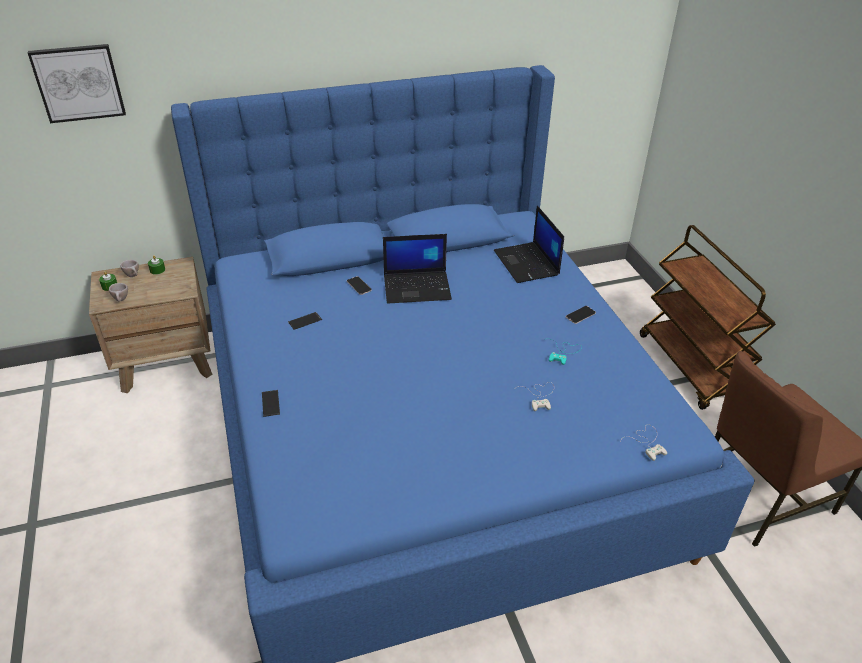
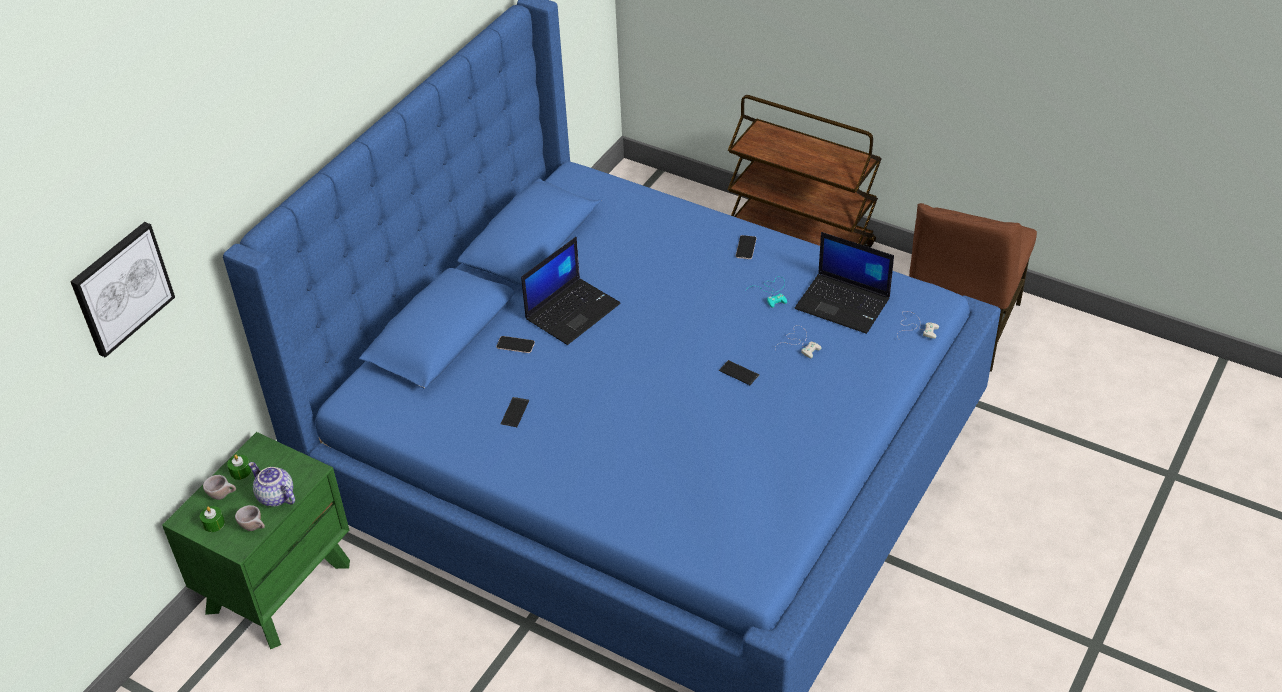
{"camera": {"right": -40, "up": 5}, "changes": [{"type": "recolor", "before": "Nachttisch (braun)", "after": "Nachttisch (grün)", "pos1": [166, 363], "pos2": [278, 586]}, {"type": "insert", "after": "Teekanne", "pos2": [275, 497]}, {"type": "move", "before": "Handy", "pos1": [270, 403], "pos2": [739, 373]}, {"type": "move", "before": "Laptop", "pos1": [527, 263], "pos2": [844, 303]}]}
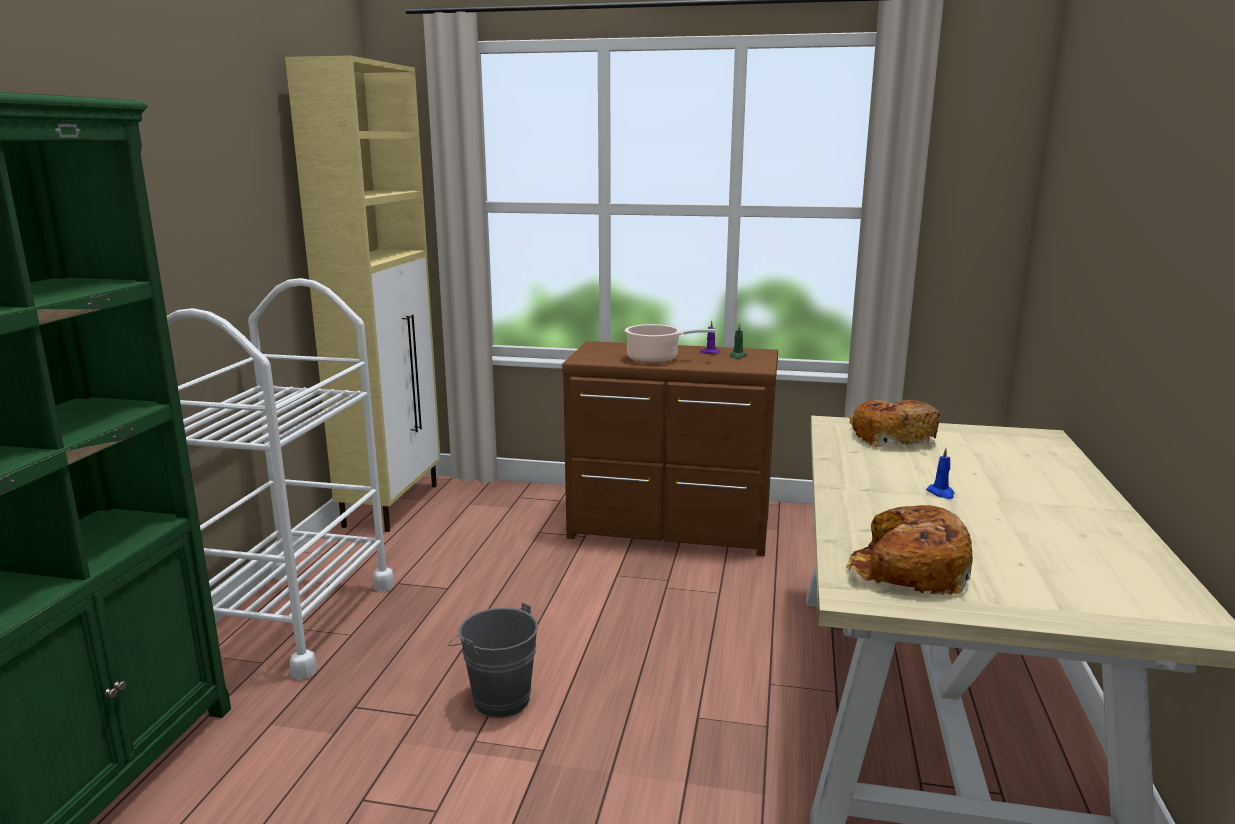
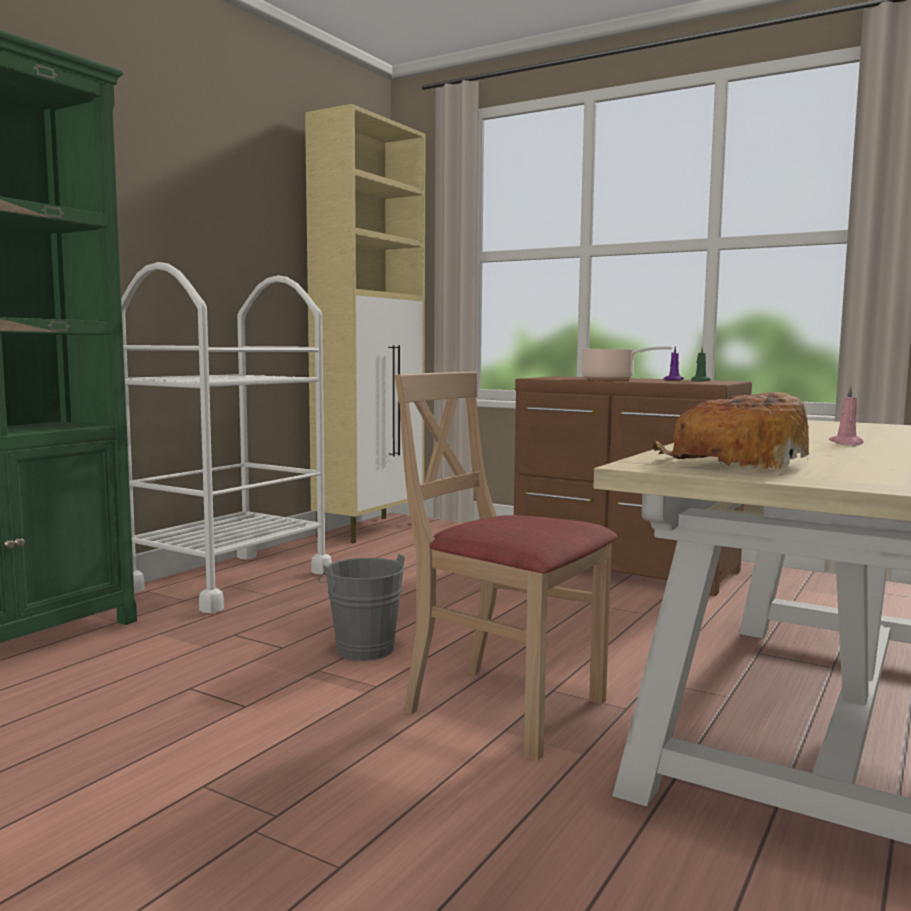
{"camera": {"right": 20, "up": -10}, "changes": [{"type": "insert", "after": "Stuhl (beige)", "pos2": [505, 708]}, {"type": "recolor", "before": "Kerze (blau)", "after": "Kerze (rosa)", "pos1": [941, 493], "pos2": [847, 443]}, {"type": "delete", "before": "Brot", "pos1": [891, 437]}]}
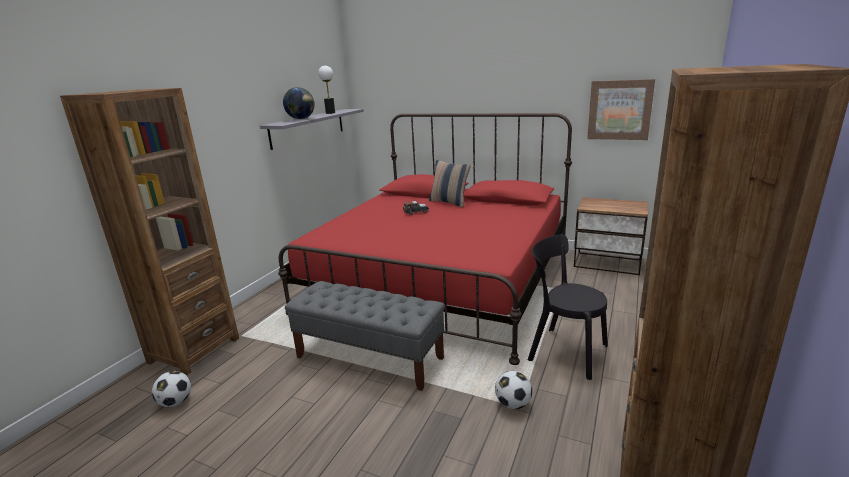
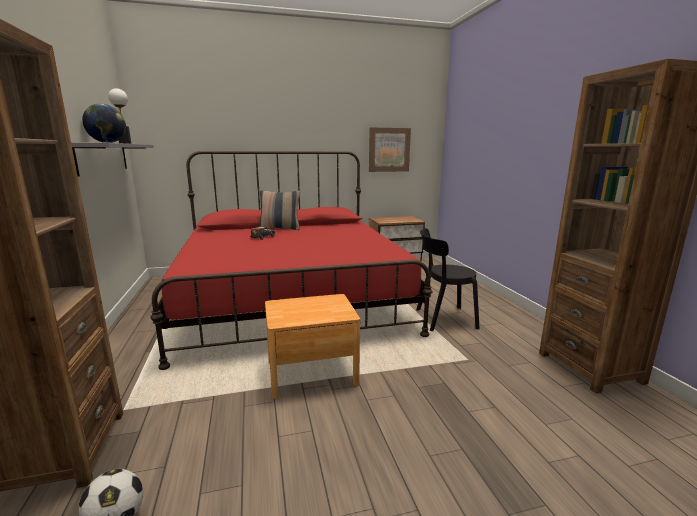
{"camera": {"right": -40, "up": -5}, "changes": [{"type": "replace", "before": "Bank (grau)", "after": "Nachttisch (braun)", "pos1": [370, 357], "pos2": [311, 372]}, {"type": "delete", "before": "Fußball", "pos1": [513, 404]}]}
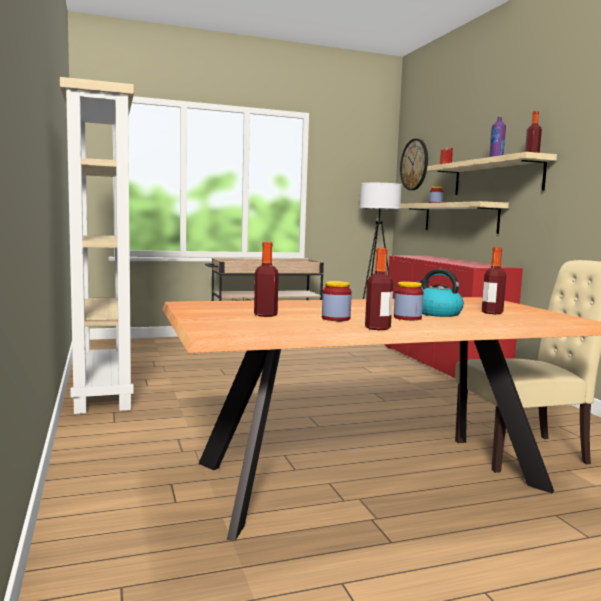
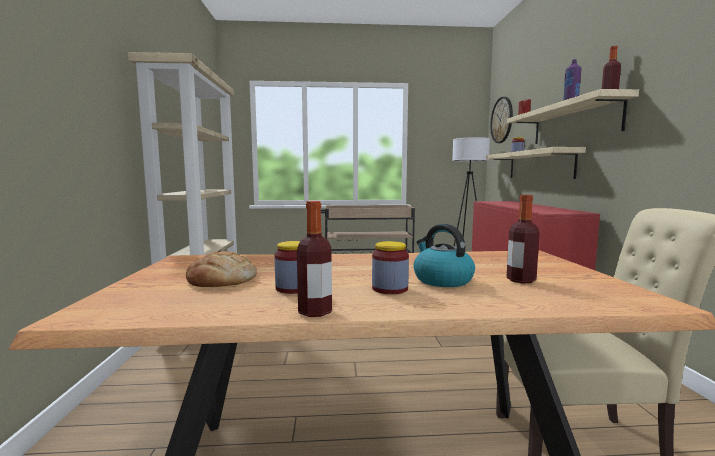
{"camera": {"right": 15, "up": 0}, "changes": [{"type": "replace", "before": "Flasche", "after": "Brot", "pos1": [265, 315], "pos2": [222, 279]}]}
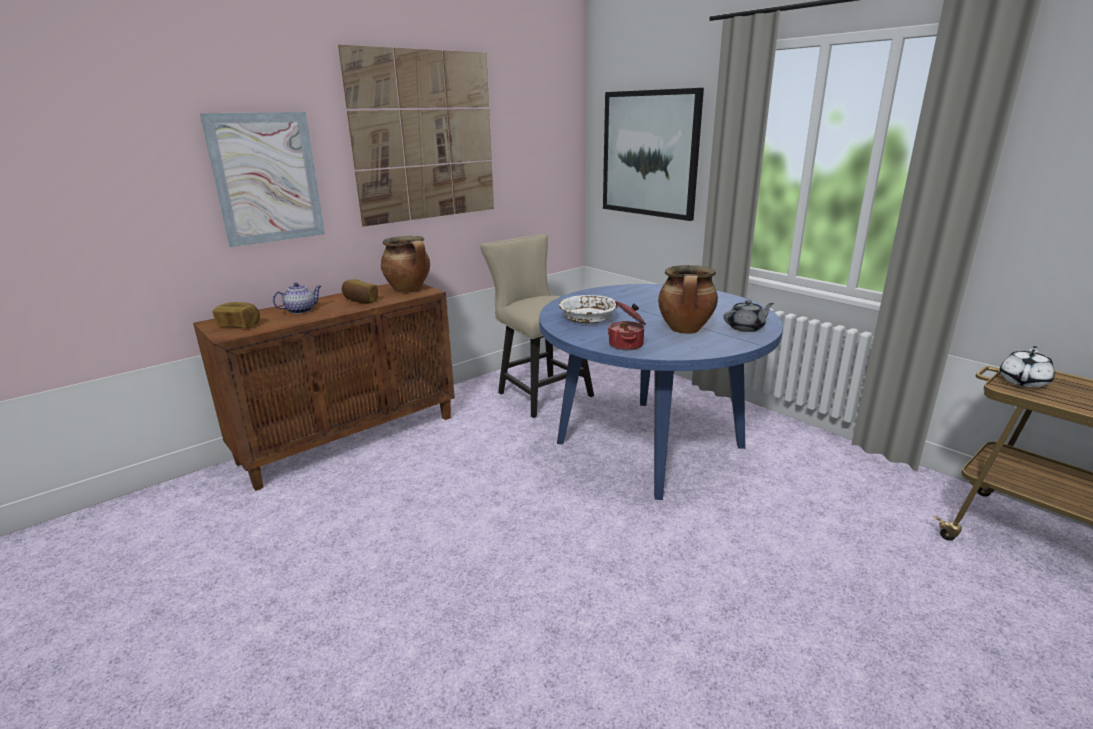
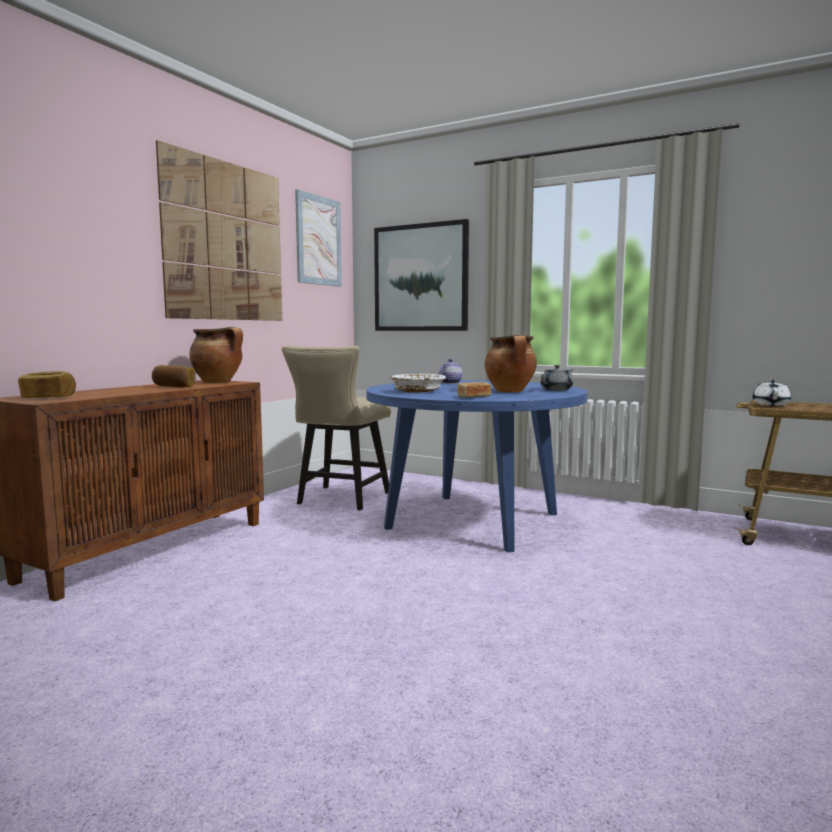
{"camera": {"right": -20, "up": -15}, "changes": [{"type": "rotate", "before": "Stuhl (beige)", "pos1": [540, 393], "pos2": [340, 500], "turn": -105}, {"type": "move", "before": "Bild", "pos1": [267, 178], "pos2": [318, 240]}, {"type": "move", "before": "Teekanne", "pos1": [301, 310], "pos2": [449, 383]}, {"type": "replace", "before": "Kochtopf", "after": "Brot", "pos1": [627, 345], "pos2": [473, 397]}]}
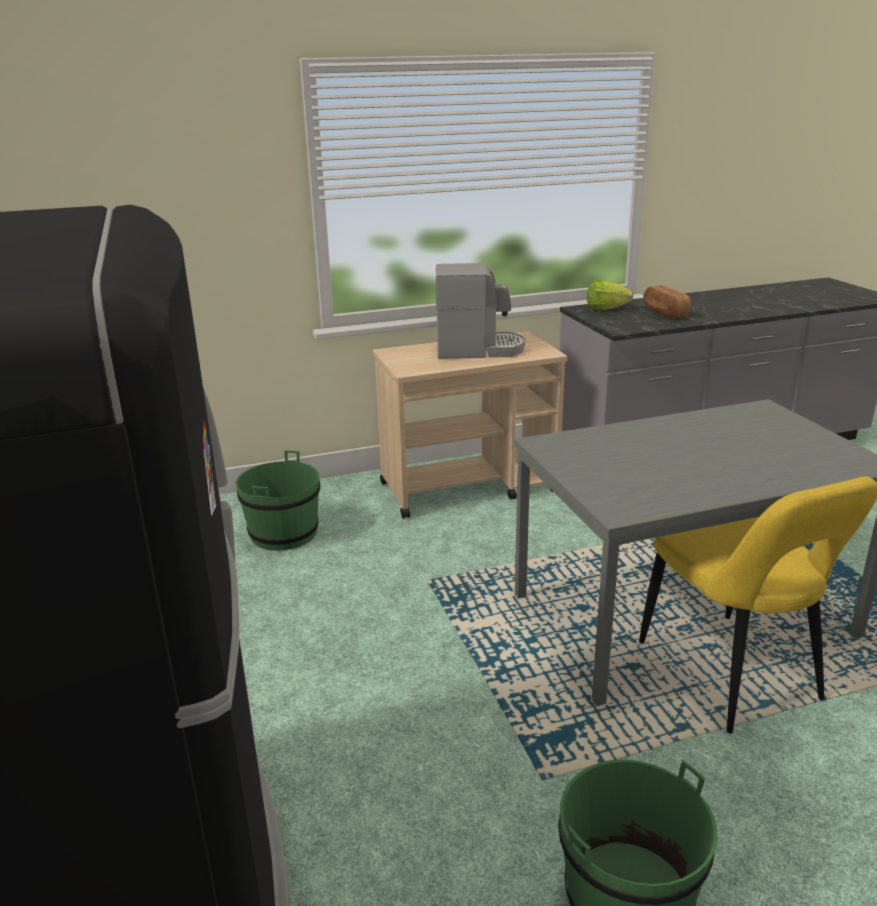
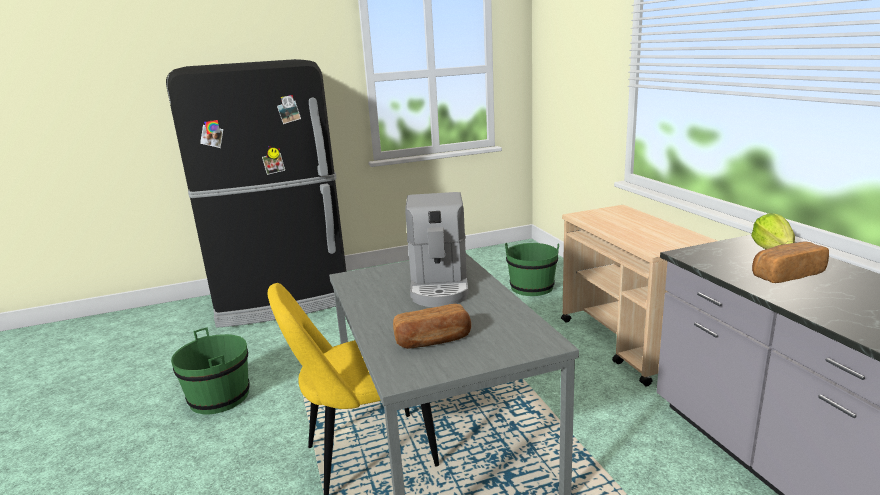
{"camera": {"right": 90, "up": -5}, "changes": [{"type": "insert", "after": "Brot", "pos2": [433, 340]}, {"type": "move", "before": "Kaffeemaschine", "pos1": [478, 349], "pos2": [439, 286]}]}
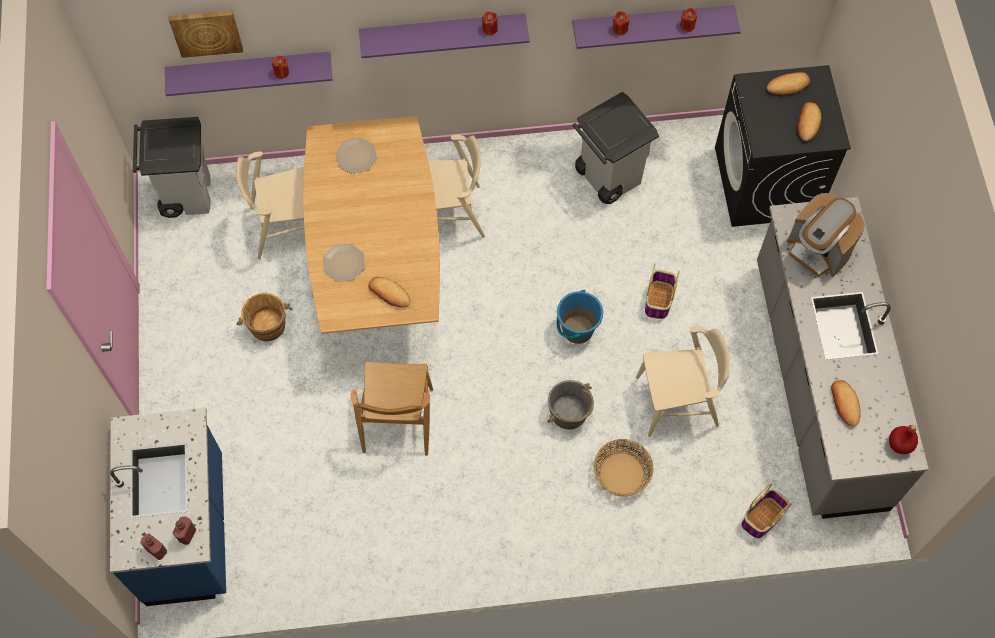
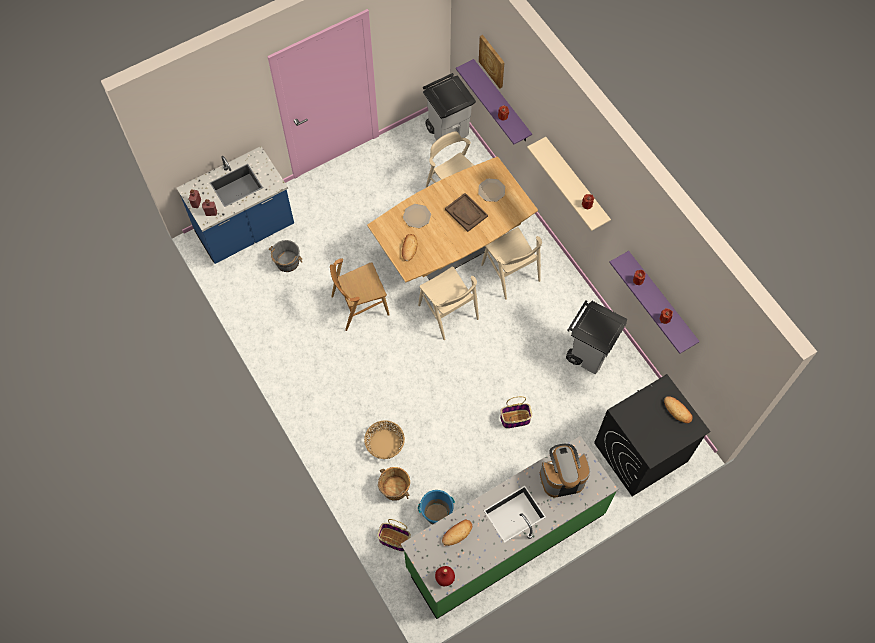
{"camera": {"right": 65, "up": 0}, "changes": [{"type": "move", "before": "Eimer (grau)", "pos1": [569, 413], "pos2": [287, 262]}, {"type": "move", "before": "Eimer (braun)", "pos1": [268, 326], "pos2": [394, 488]}, {"type": "recolor", "before": "Küchenzeile (grau)", "after": "Küchenzeile (grün)", "pos1": [817, 384], "pos2": [505, 540]}, {"type": "move", "before": "Stuhl (beige)", "pos1": [677, 402], "pos2": [448, 312]}, {"type": "move", "before": "Eimer (blau)", "pos1": [577, 329], "pos2": [436, 514]}, {"type": "insert", "after": "Tablett (braun)", "pos2": [466, 213]}, {"type": "recolor", "before": "Wandregal (lila)", "after": "Wandregal (beige)", "pos1": [443, 32], "pos2": [576, 183]}, {"type": "rotate", "before": "Kaffeemaschine", "pos1": [818, 251], "pos2": [562, 477], "turn": 60}, {"type": "delete", "before": "Brot", "pos1": [807, 123]}]}
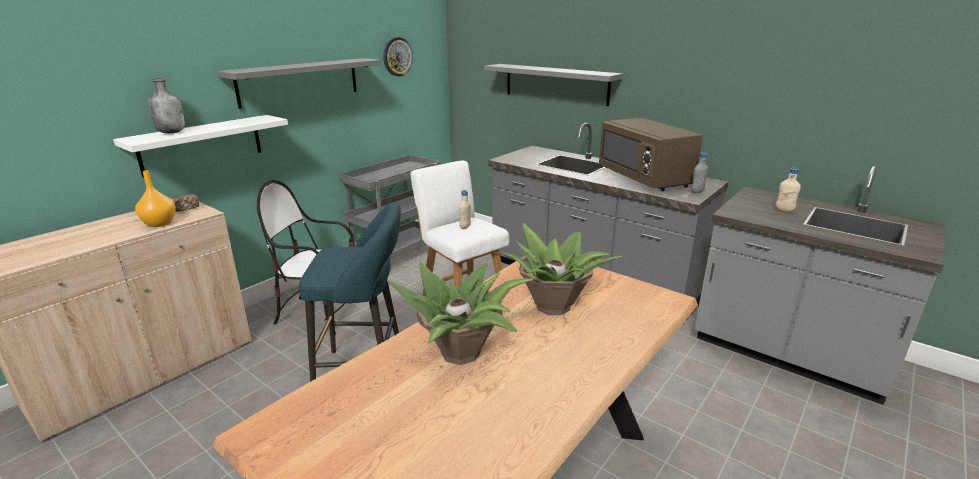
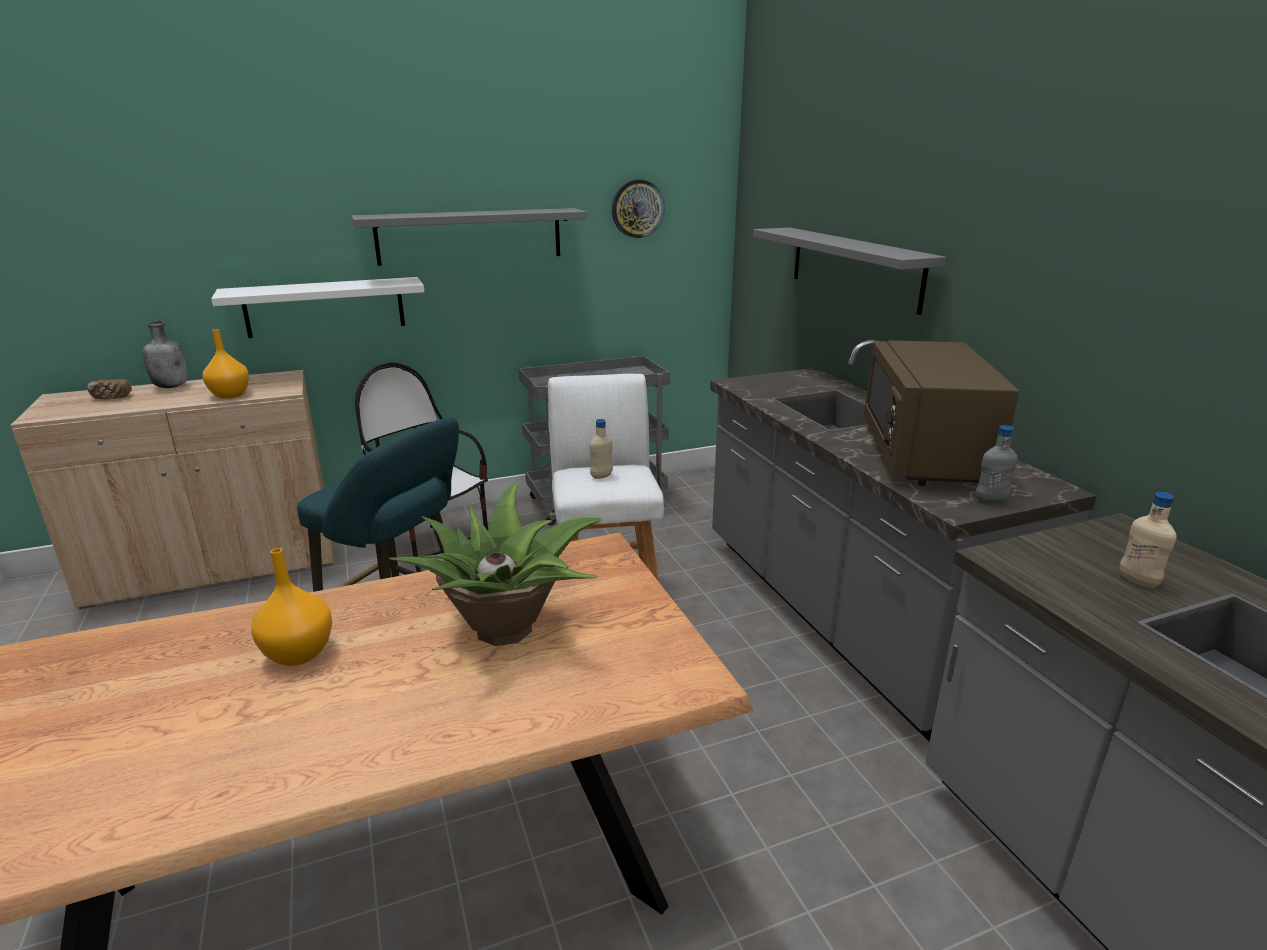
{"camera": {"right": 30, "up": 0}, "changes": [{"type": "move", "before": "Brot", "pos1": [184, 209], "pos2": [111, 397]}, {"type": "move", "before": "Flasche (grau)", "pos1": [172, 132], "pos2": [172, 386]}, {"type": "replace", "before": "Topfpflanze", "after": "Vase (orange)", "pos1": [462, 353], "pos2": [297, 653]}]}
